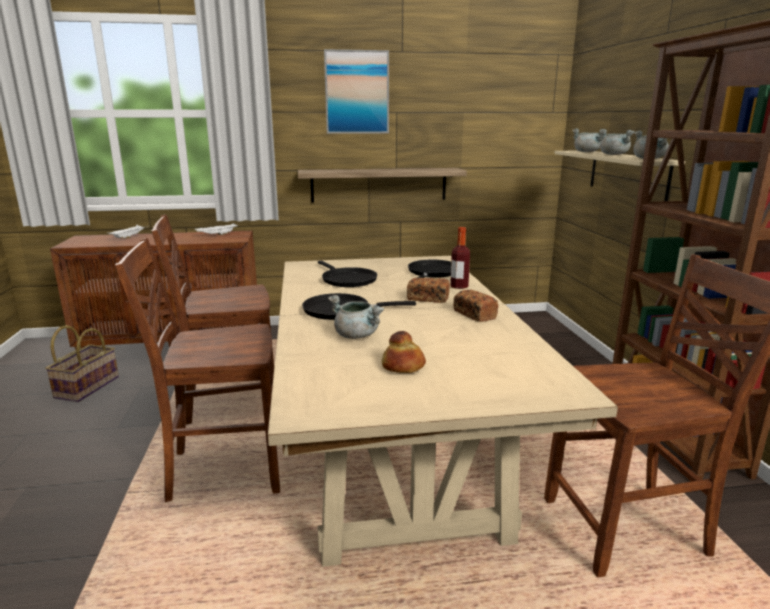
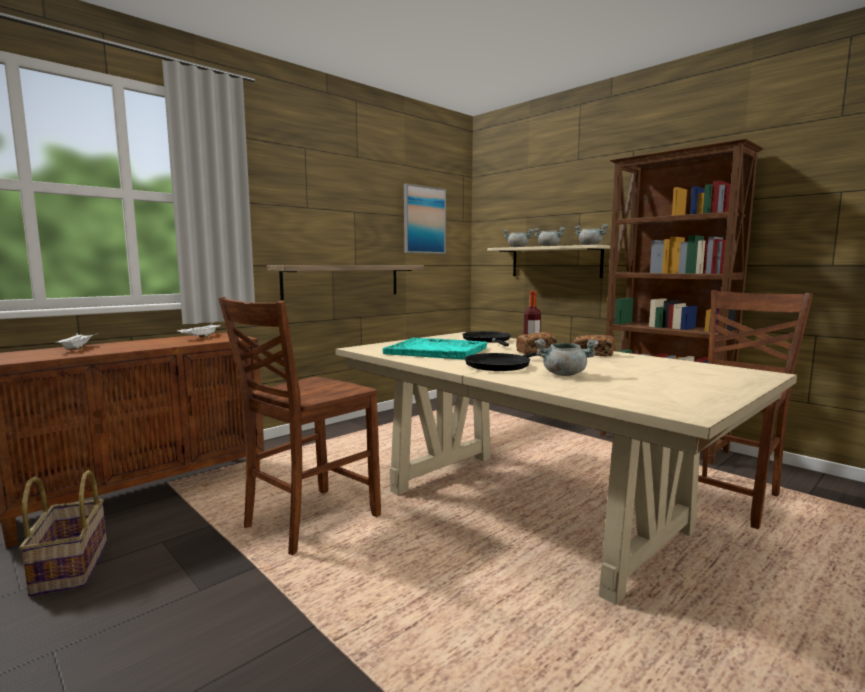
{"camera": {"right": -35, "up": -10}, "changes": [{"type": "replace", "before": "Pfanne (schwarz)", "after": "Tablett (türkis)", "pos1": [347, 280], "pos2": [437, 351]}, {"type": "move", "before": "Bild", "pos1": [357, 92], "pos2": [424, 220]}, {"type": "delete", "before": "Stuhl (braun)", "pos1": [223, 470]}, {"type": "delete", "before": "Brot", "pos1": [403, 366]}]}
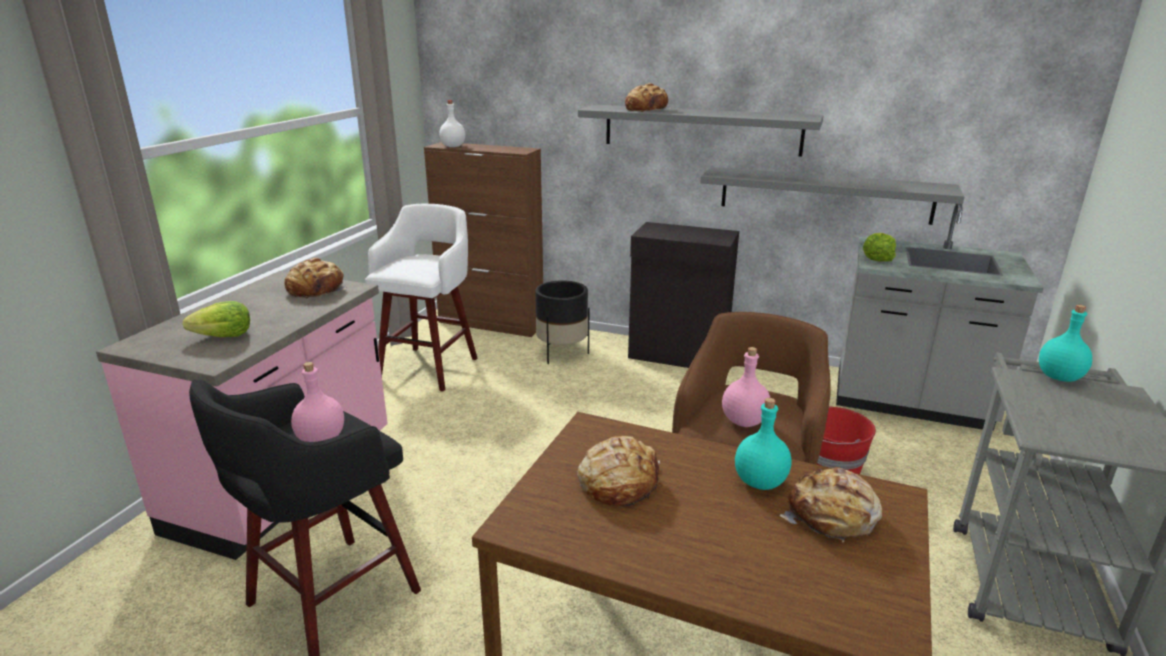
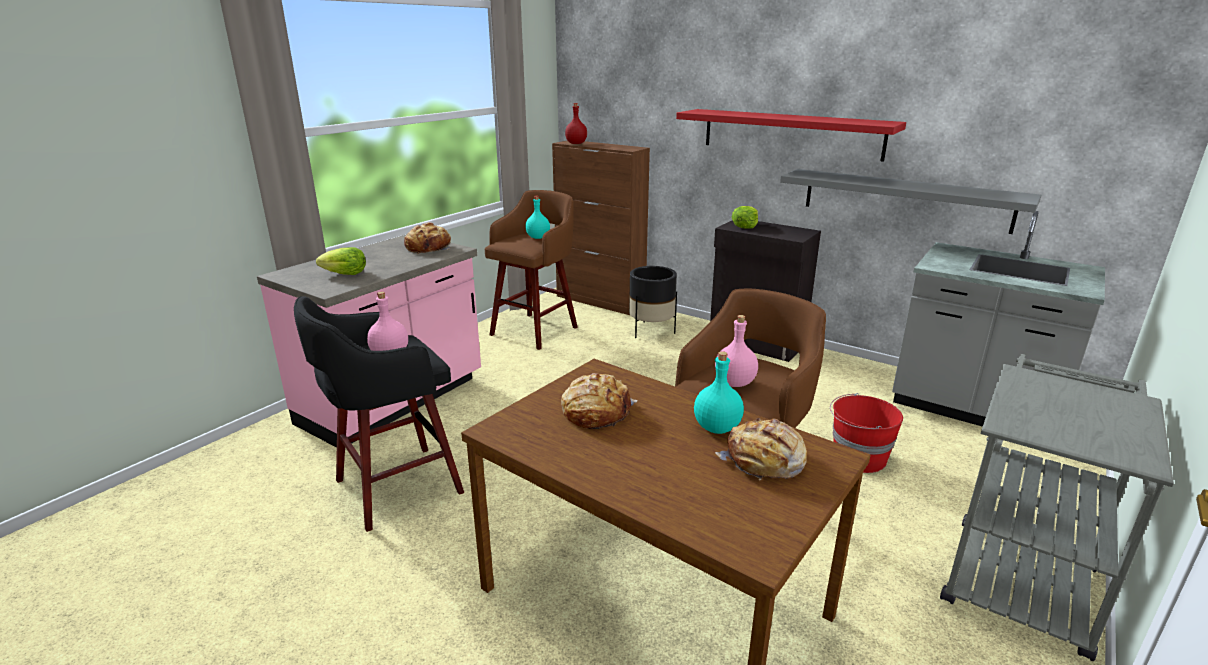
{"camera": {"right": 15, "up": 0}, "changes": [{"type": "recolor", "before": "Hocker (weiß)", "after": "Hocker (braun)", "pos1": [430, 367], "pos2": [536, 330]}, {"type": "move", "before": "Flasche (türkis)", "pos1": [1058, 377], "pos2": [538, 237]}, {"type": "recolor", "before": "Flasche (weiß)", "after": "Flasche (rot)", "pos1": [452, 146], "pos2": [576, 143]}, {"type": "recolor", "before": "Wandregal (grau)", "after": "Wandregal (rot)", "pos1": [701, 129], "pos2": [790, 133]}, {"type": "move", "before": "Salatkopf", "pos1": [877, 258], "pos2": [745, 226]}, {"type": "delete", "before": "Brot", "pos1": [647, 109]}]}
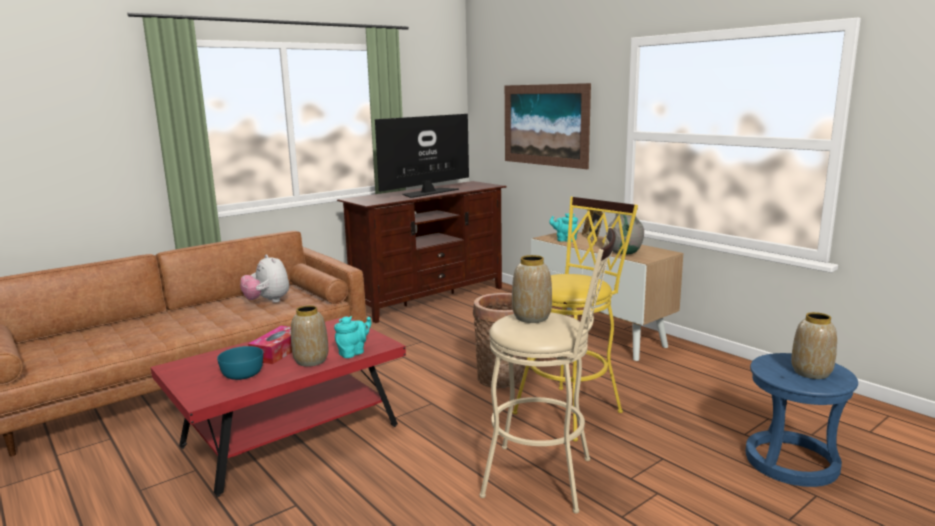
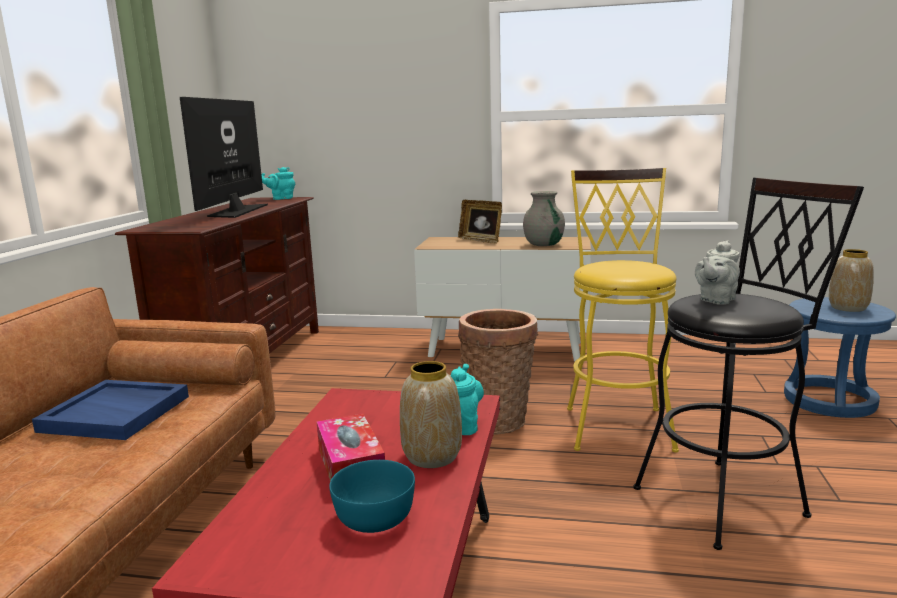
{"camera": {"right": -40, "up": 0}, "changes": [{"type": "replace", "before": "Plüschtier", "after": "Tablett (blau)", "pos1": [267, 301], "pos2": [117, 413]}, {"type": "move", "before": "Teekanne (türkis)", "pos1": [565, 240], "pos2": [281, 198]}, {"type": "recolor", "before": "Hocker (beige)", "after": "Hocker (schwarz)", "pos1": [548, 479], "pos2": [729, 498]}, {"type": "replace", "before": "Vase", "after": "Teekanne (grau)", "pos1": [532, 317], "pos2": [716, 300]}, {"type": "delete", "before": "Bild", "pos1": [545, 125]}]}
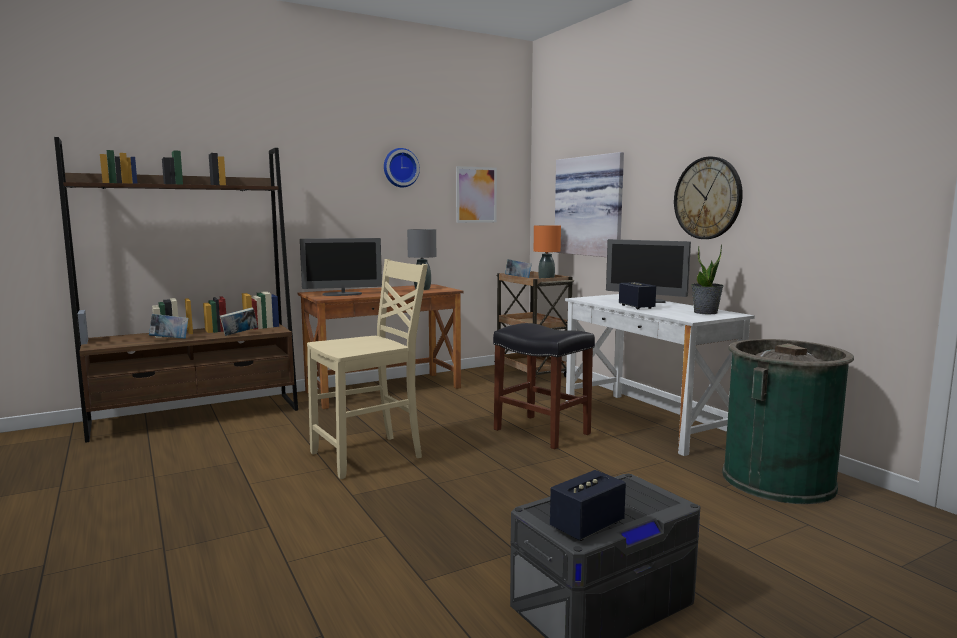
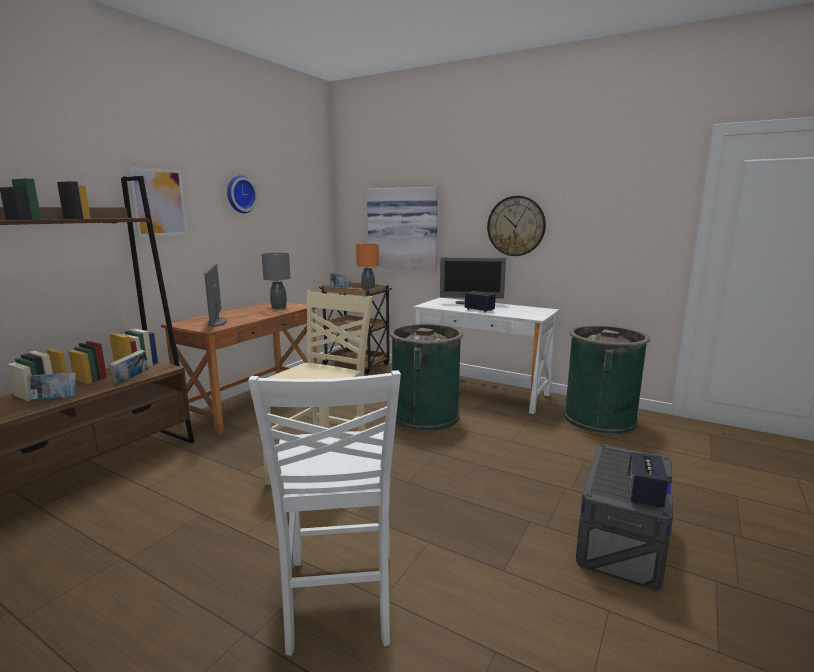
{"camera": {"right": -30, "up": 5}, "changes": [{"type": "move", "before": "Bild", "pos1": [476, 195], "pos2": [159, 202]}, {"type": "rotate", "before": "Monitor", "pos1": [342, 294], "pos2": [217, 322], "turn": 120}, {"type": "insert", "after": "Stuhl (weiß)", "pos2": [339, 602]}, {"type": "replace", "before": "Hocker (schwarz)", "after": "Mülleimer (grün)", "pos1": [540, 431], "pos2": [425, 416]}, {"type": "delete", "before": "Topfpflanze", "pos1": [705, 312]}]}
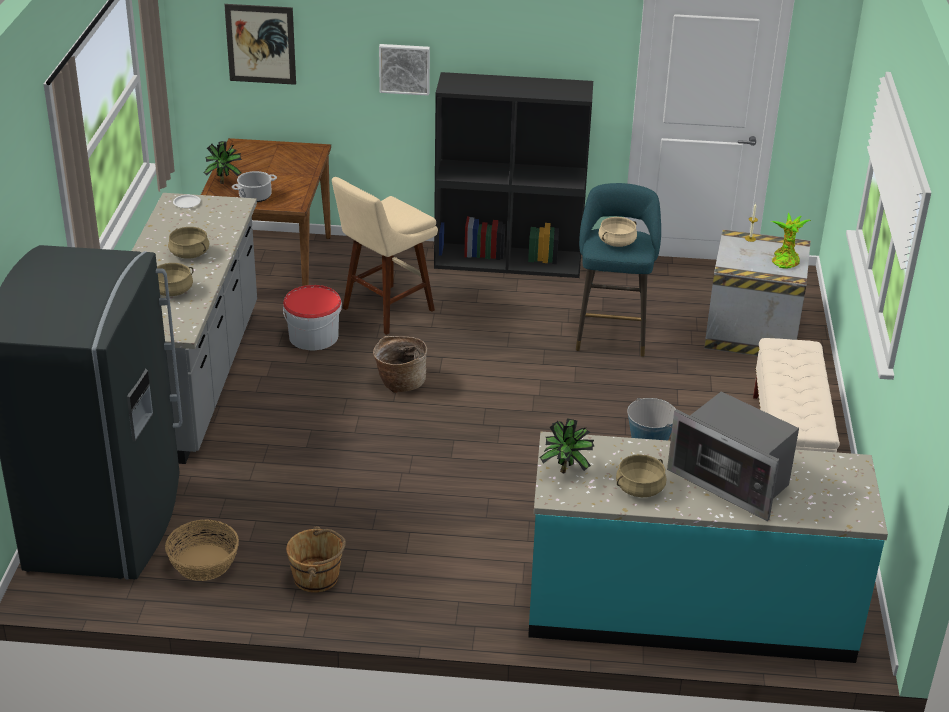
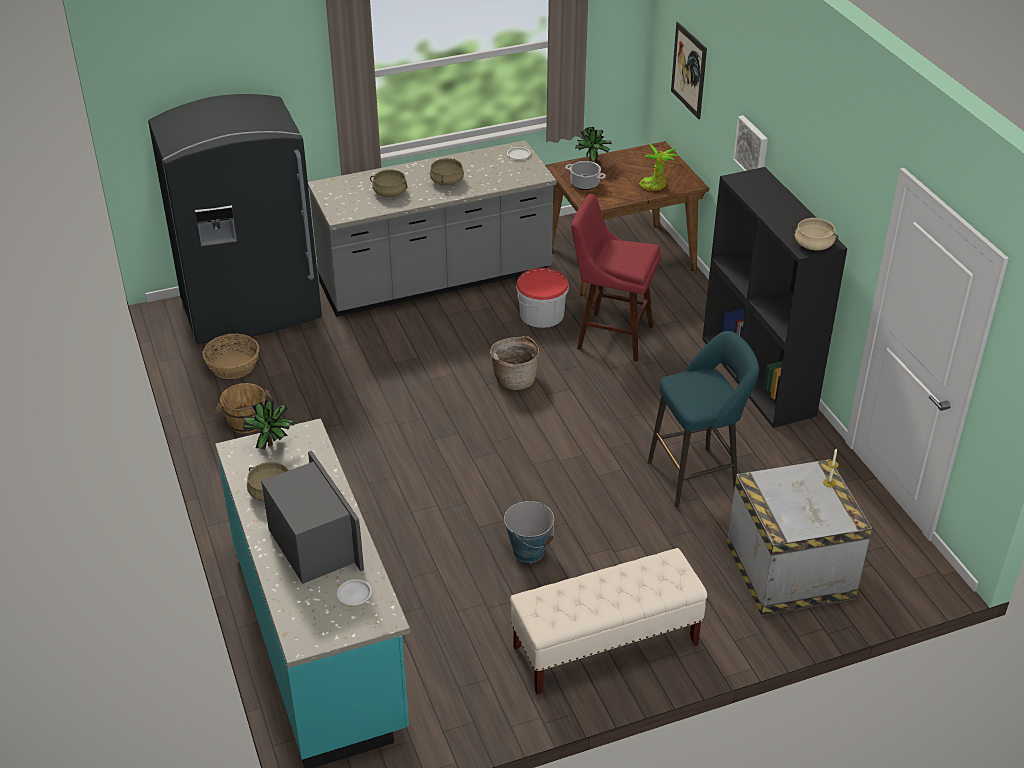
{"camera": {"right": 65, "up": 5}, "changes": [{"type": "rotate", "before": "Mikrowelle", "pos1": [733, 480], "pos2": [313, 544], "turn": 135}, {"type": "insert", "after": "Teller (weiß)", "pos2": [354, 594]}, {"type": "recolor", "before": "Hocker (beige)", "after": "Hocker (rot)", "pos1": [384, 311], "pos2": [610, 336]}, {"type": "move", "before": "Topfpflanze", "pos1": [785, 260], "pos2": [655, 185]}, {"type": "move", "before": "Kochtopf (beige)", "pos1": [617, 242], "pos2": [813, 245]}]}
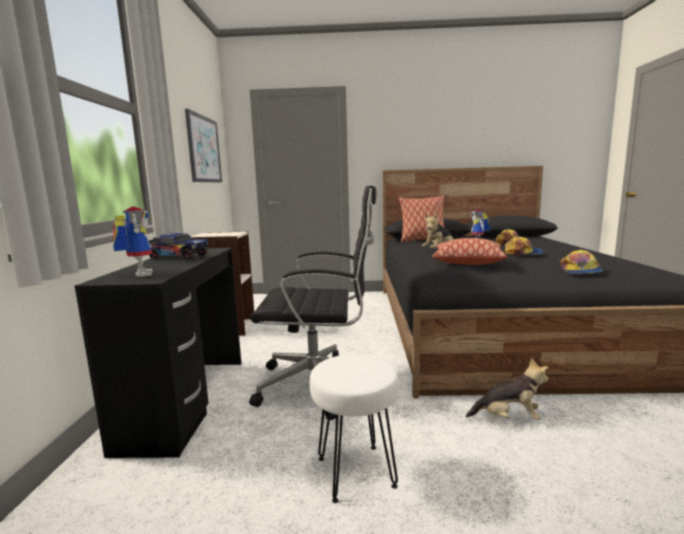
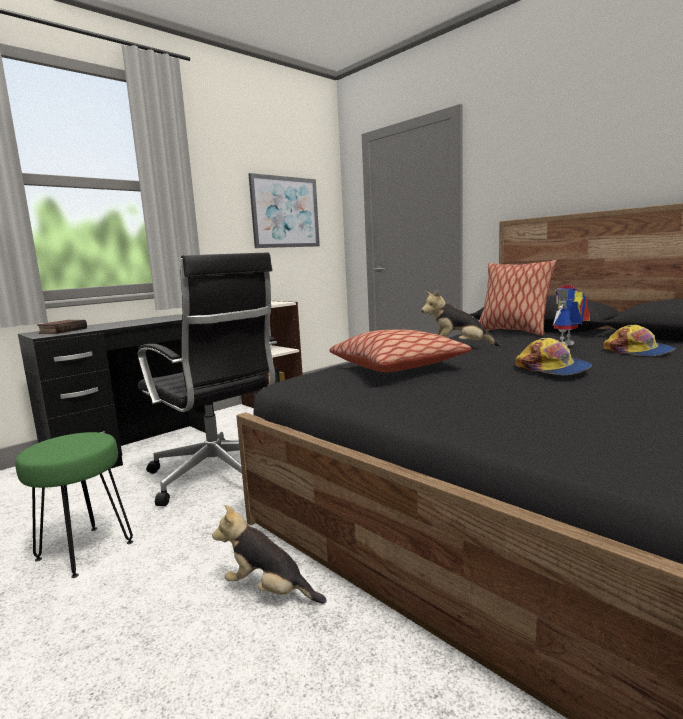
{"camera": {"right": 45, "up": 0}, "changes": [{"type": "recolor", "before": "Hocker (weiß)", "after": "Hocker (grün)", "pos1": [355, 472], "pos2": [84, 551]}, {"type": "replace", "before": "Spielzeugroboter", "after": "Buch", "pos1": [138, 274], "pos2": [63, 330]}, {"type": "rotate", "before": "Plüschtier", "pos1": [508, 418], "pos2": [269, 591], "turn": 150}, {"type": "delete", "before": "Spielzeuglaster", "pos1": [176, 257]}, {"type": "delete", "before": "Kappe", "pos1": [580, 271]}]}
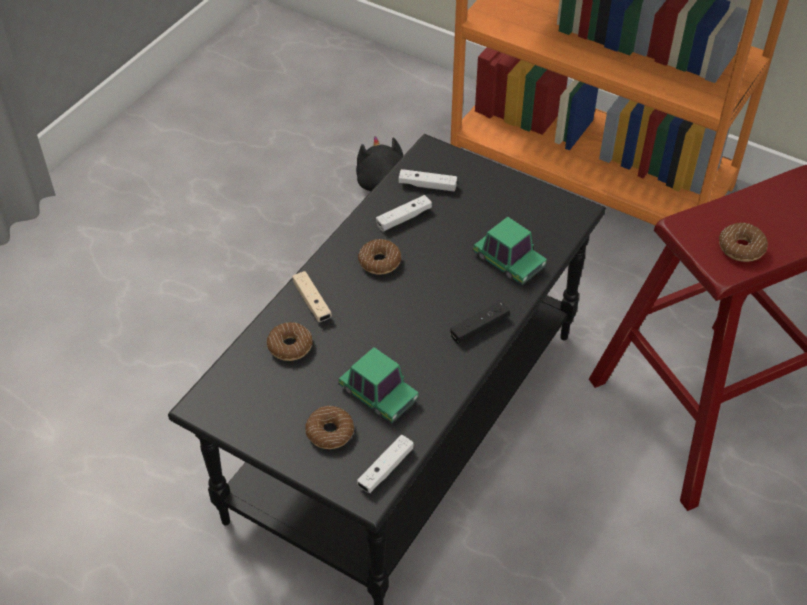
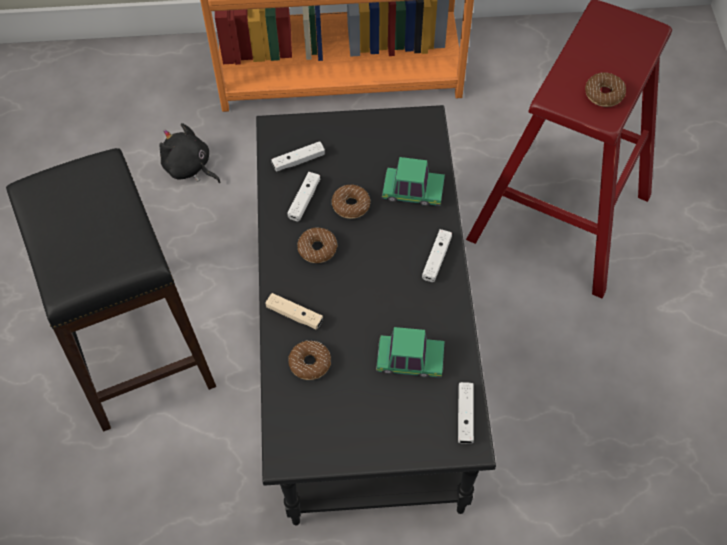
{"camera": {"right": -35, "up": 10}, "changes": [{"type": "insert", "after": "Hocker (schwarz)", "pos2": [135, 343]}, {"type": "move", "before": "Donut", "pos1": [330, 432], "pos2": [351, 205]}, {"type": "recolor", "before": "Gamepad (schwarz)", "after": "Gamepad (weiß)", "pos1": [479, 327], "pos2": [436, 259]}]}
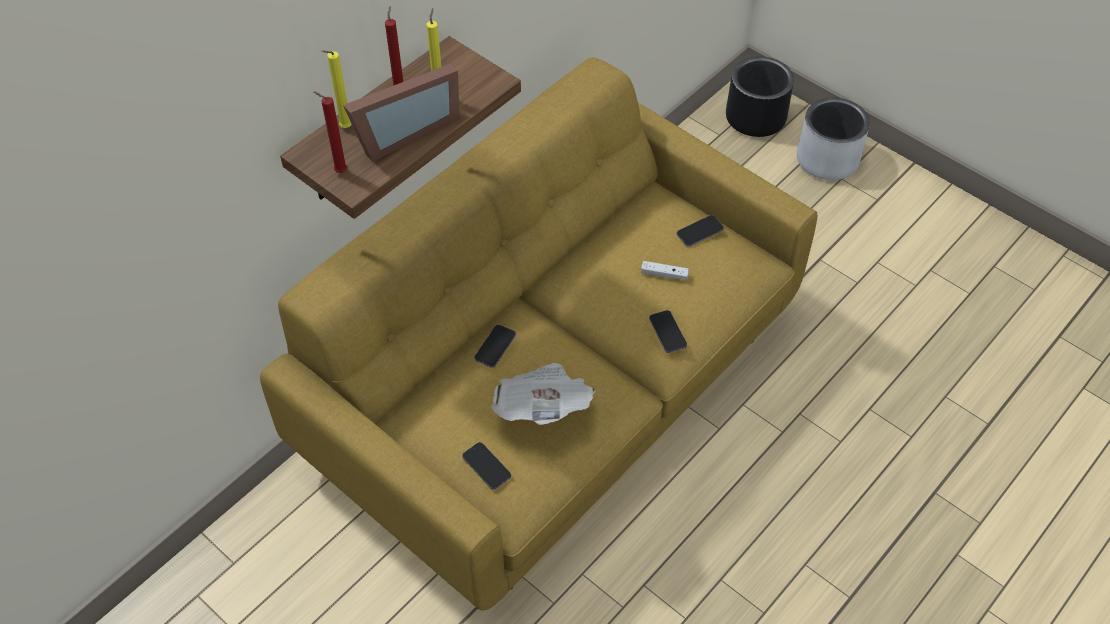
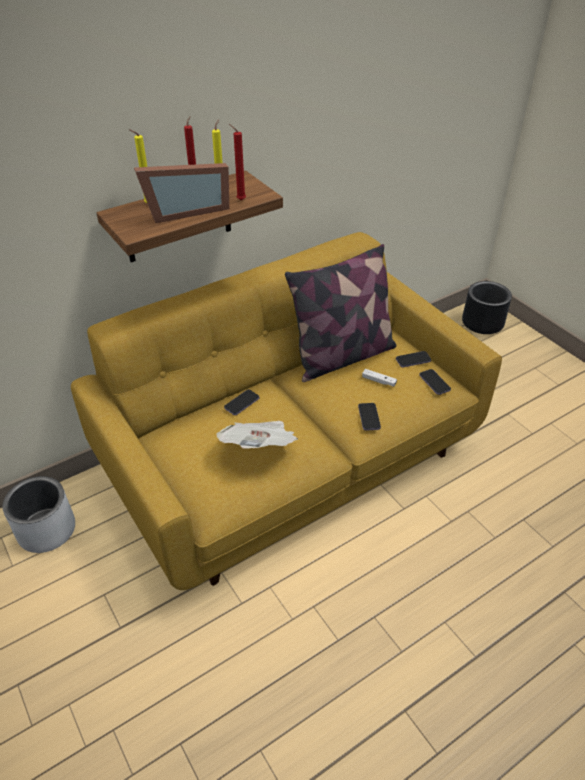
{"camera": {"right": 15, "up": -10}, "changes": [{"type": "move", "before": "Pflanzkübel (grau)", "pos1": [827, 159], "pos2": [47, 530]}, {"type": "move", "before": "Kerze (rot)", "pos1": [339, 172], "pos2": [239, 200]}, {"type": "insert", "after": "Kissen", "pos2": [342, 356]}, {"type": "move", "before": "Handy", "pos1": [486, 467], "pos2": [434, 383]}]}
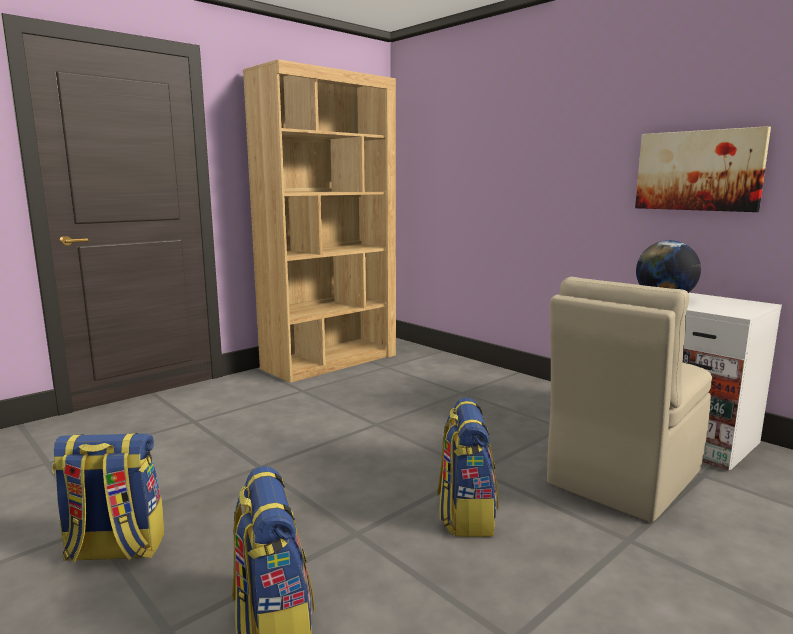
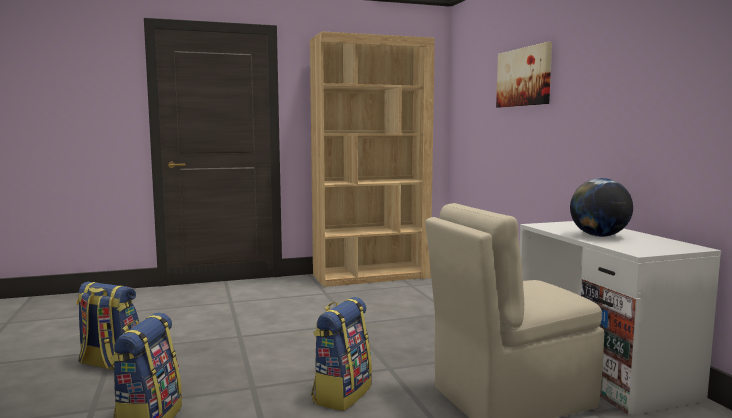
{"camera": {"right": 25, "up": -5}, "changes": [{"type": "move", "before": "Bild", "pos1": [698, 170], "pos2": [524, 77]}]}
